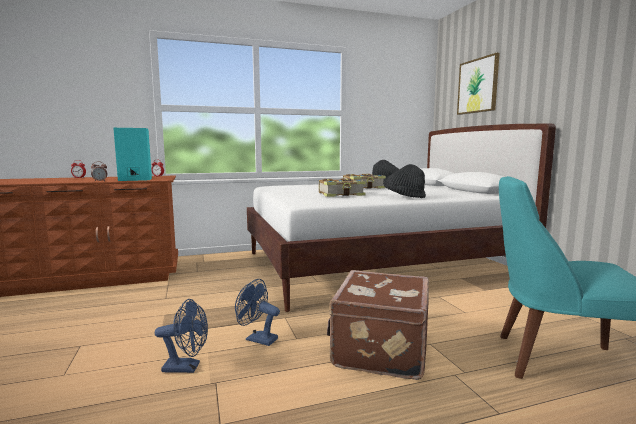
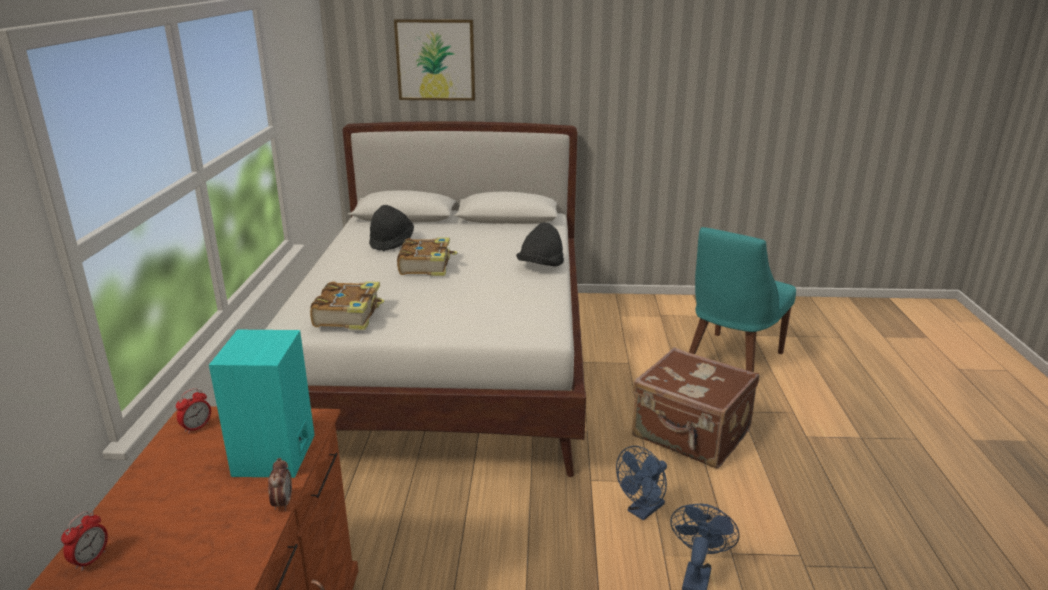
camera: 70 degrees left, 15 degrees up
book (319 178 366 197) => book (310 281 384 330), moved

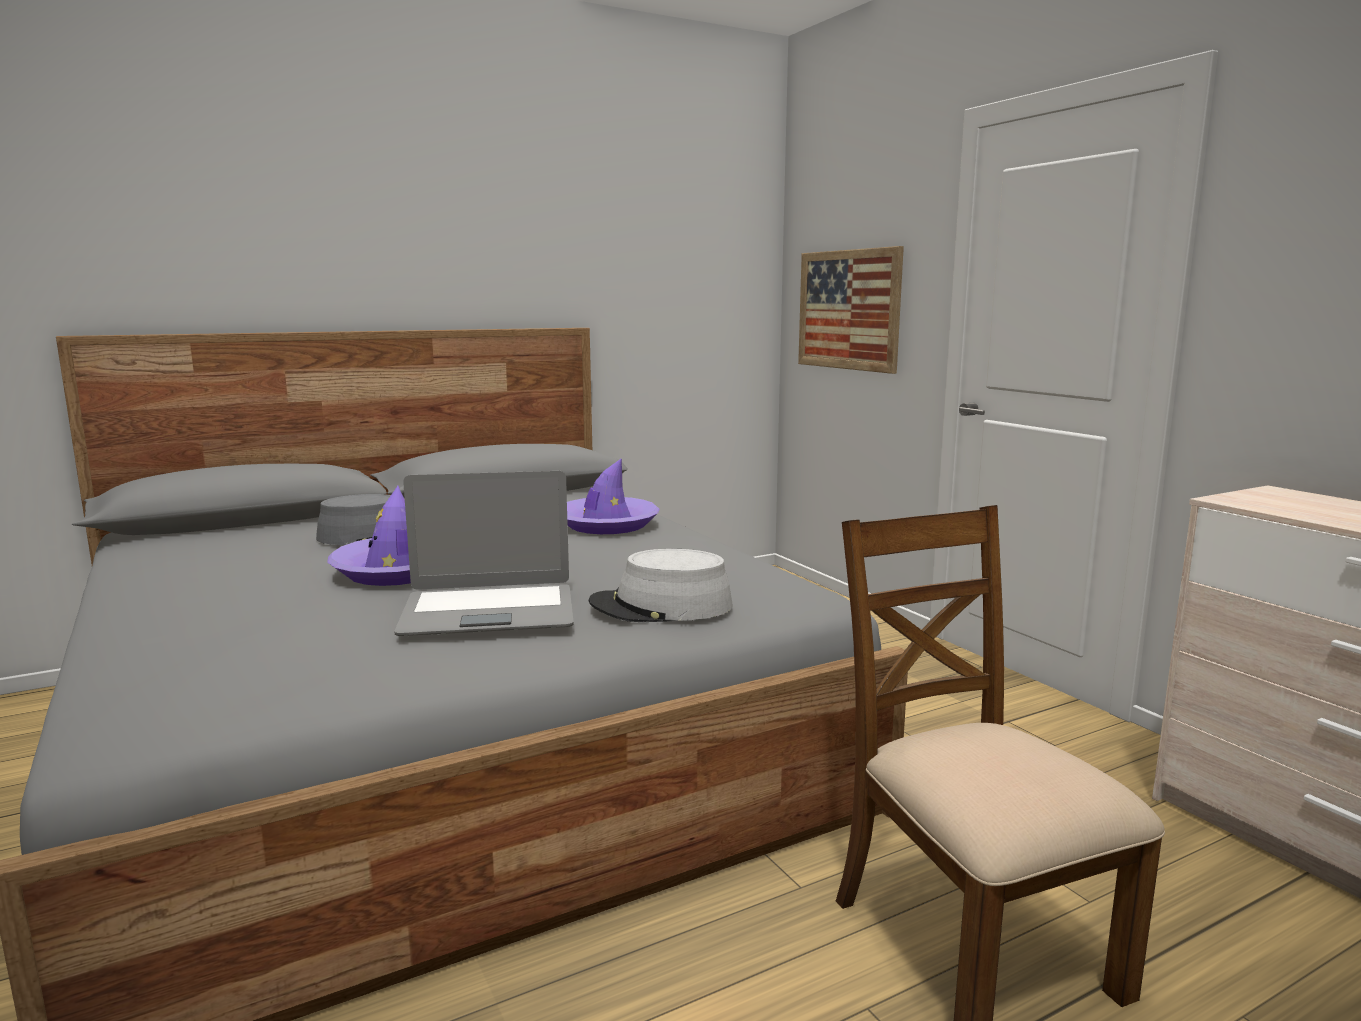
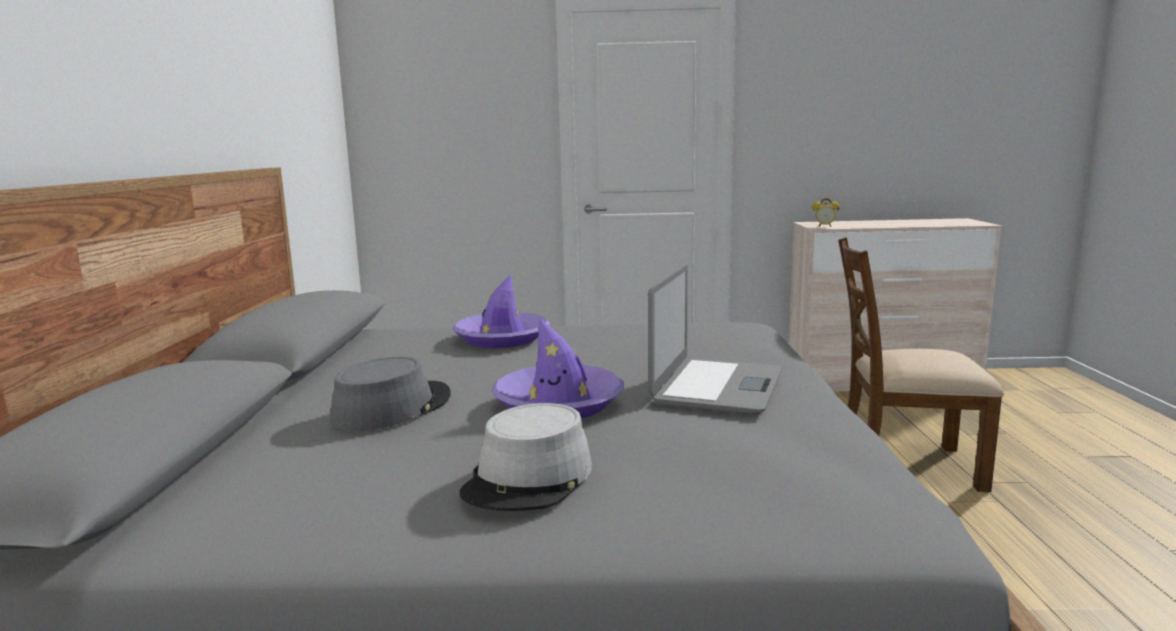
camera: 60 degrees left, 0 degrees up
wall picture (798 246 904 374) => nothing
nothing => table clock (812 198 840 227)
grey wearable hat (589 549 733 622) => grey wearable hat (460 403 592 511), moved

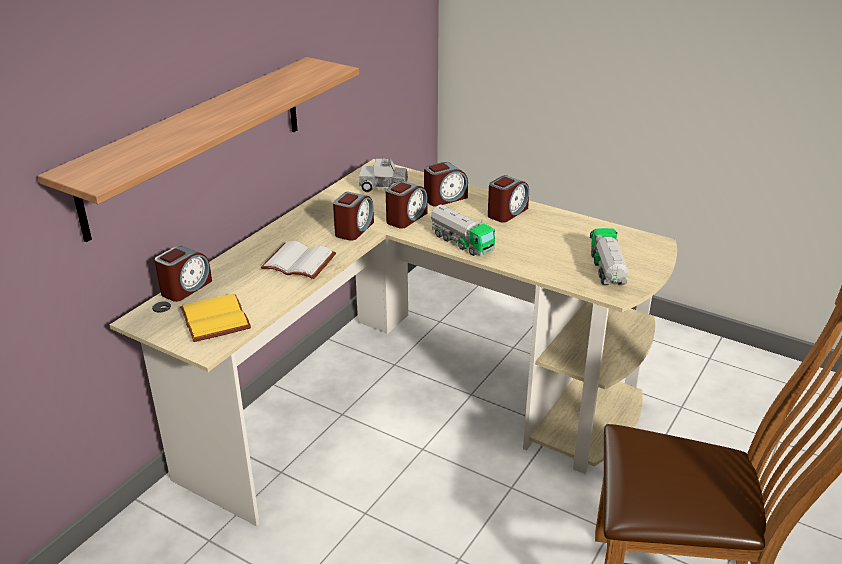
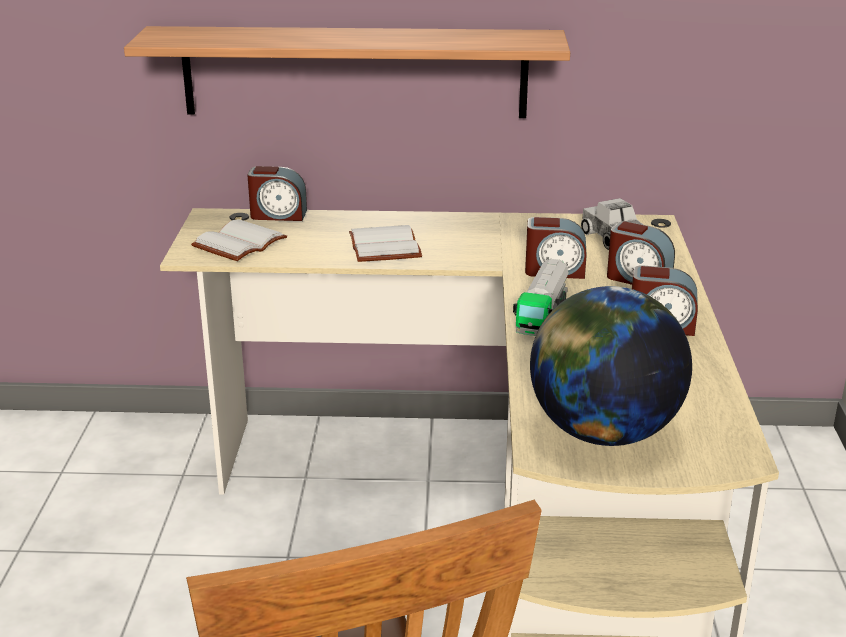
camera: 60 degrees right, 5 degrees down
table clock (333 192 374 241) => nothing
model truck (590 228 629 285) => desk globe (530 286 692 446)
yellowish book (180 294 251 342) => white book (191 219 287 261)

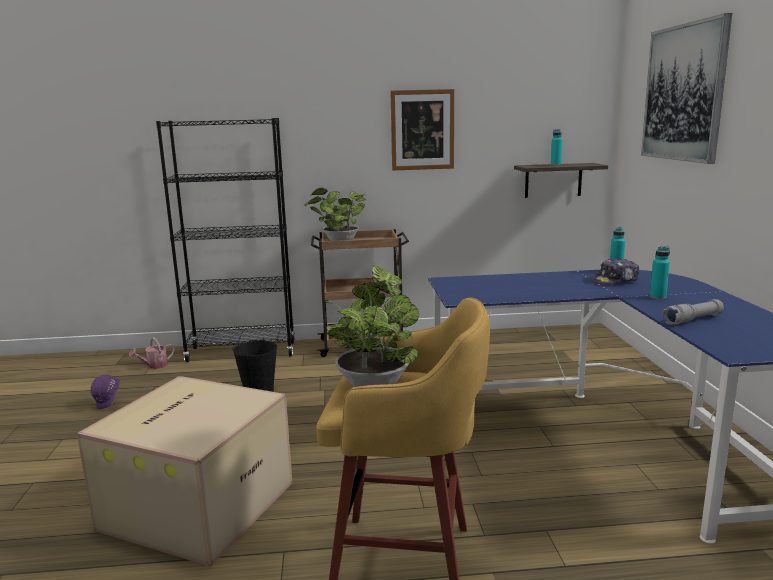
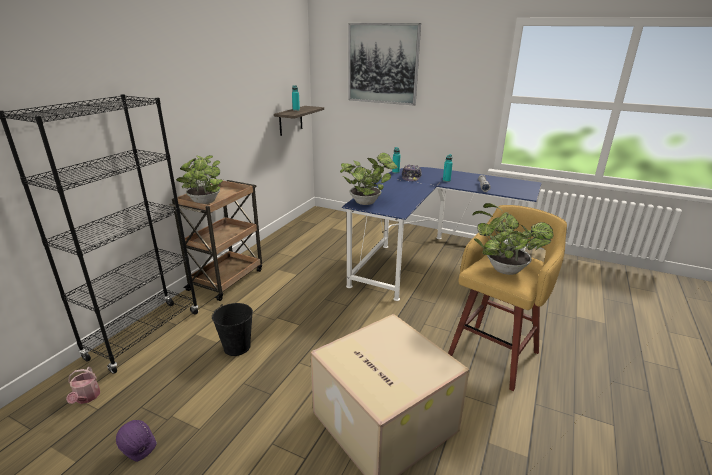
camera: 60 degrees left, 10 degrees up
wall picture (390 89 454 170) => nothing
nothing => potted plant (340 153 398 205)

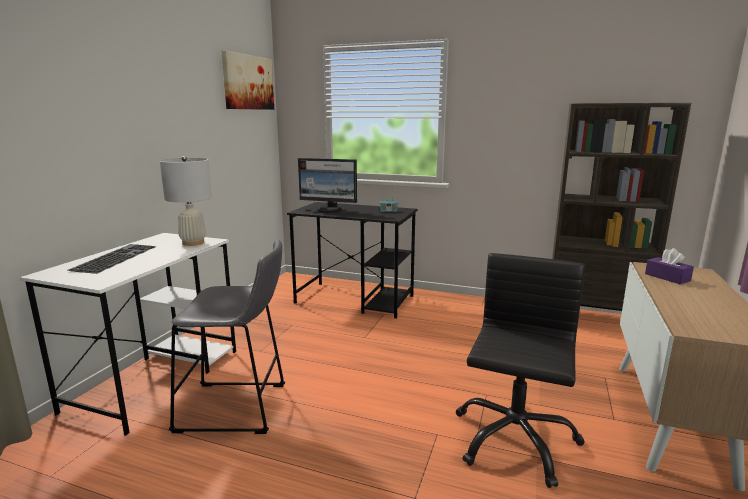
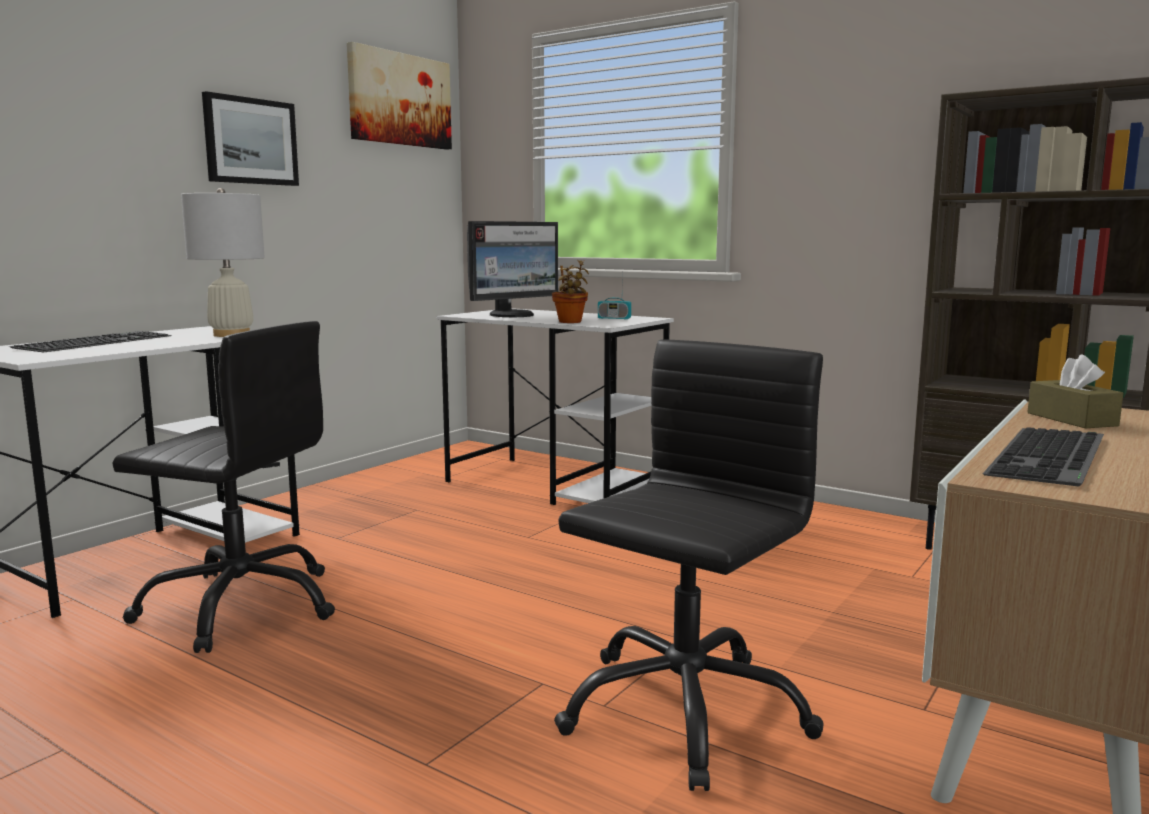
camera: 15 degrees right, 5 degrees down
nothing => wall picture (202 91 299 186)
nothing => potted plant (552 260 589 323)
nothing => computer keyboard (983 427 1104 486)
grey stool seat (169 240 285 434) => blackish desk chair (112 321 335 653)
blackish desk unit (287 202 417 319) => white desk unit (436 308 674 505)
purple-coloured tissue holder (645 248 694 284) => brown-coloured tissue holder (1027 354 1123 428)
monitor (298 158 357 213) => monitor (467 221 558 317), 75 degrees counterclockwise

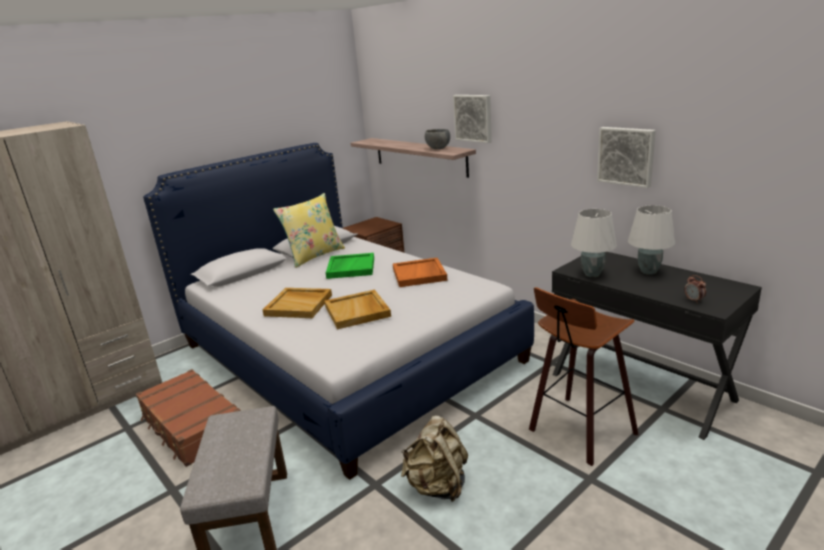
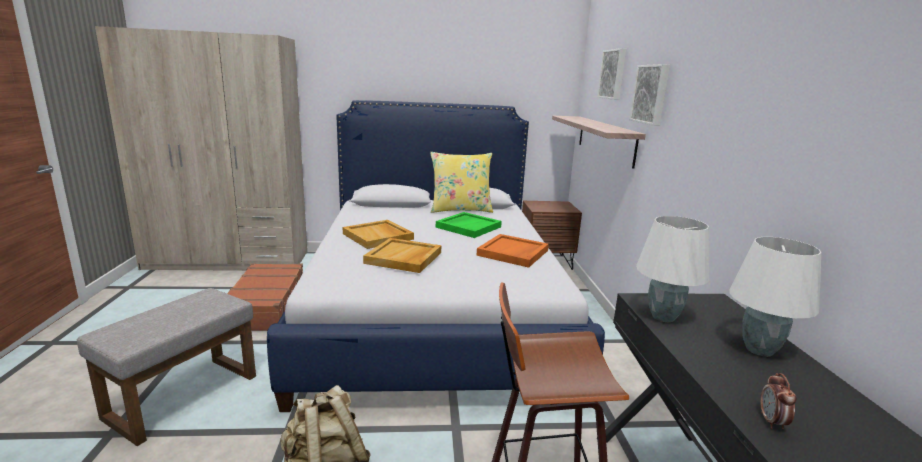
camera: 35 degrees right, 5 degrees down
grey serving bowl (425 129 450 149) => nothing
wall picture (597 127 656 188) => wall picture (597 48 626 100), moved

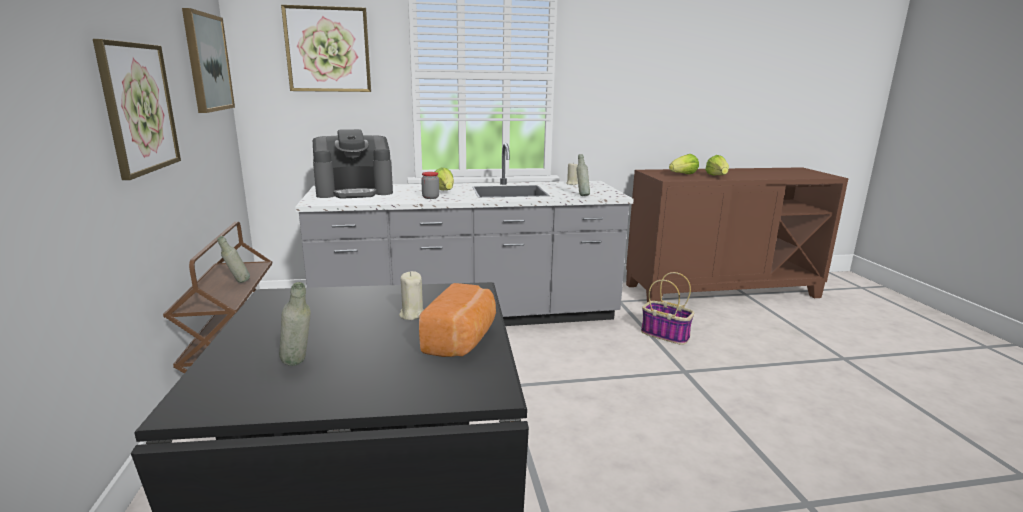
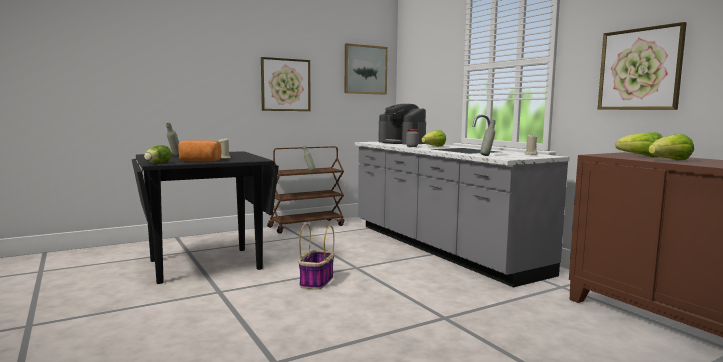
camera: 70 degrees right, 10 degrees down
nothing => lettuce (144 145 172 163)
wall picture (281 5 371 92) => wall picture (598 22 687 110), moved
basket (641 272 694 345) => basket (298 223 334 289), moved

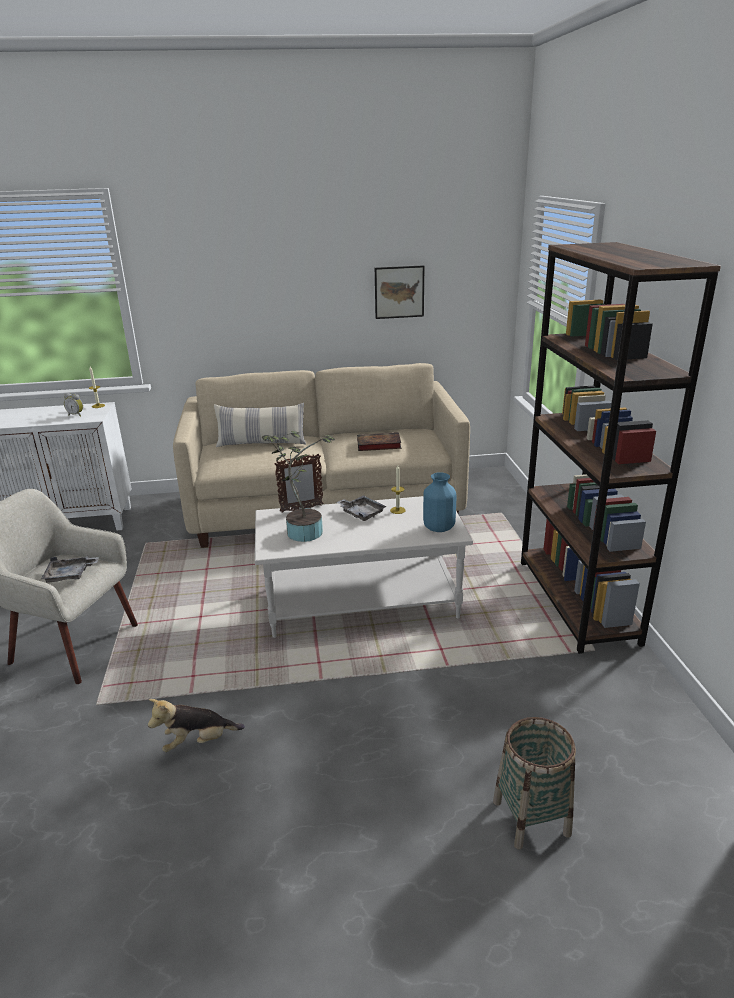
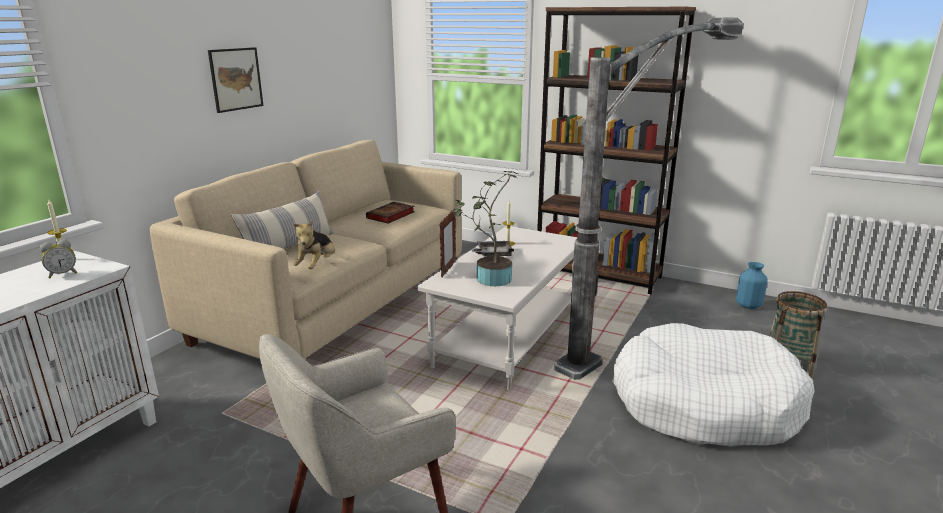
camera: 55 degrees left, 5 degrees down
grey tray (40 556 99 583) => nothing
nothing => standing lamp (554 18 743 380)
nothing => white pet bed (612 323 815 446)
cuddly toy (148 699 245 752) => cuddly toy (293 220 335 269), moved
wall picture (375 265 424 319) => wall picture (208 47 263 113), moved
blue flower vase (423 472 456 532) => blue flower vase (736 262 768 309), moved

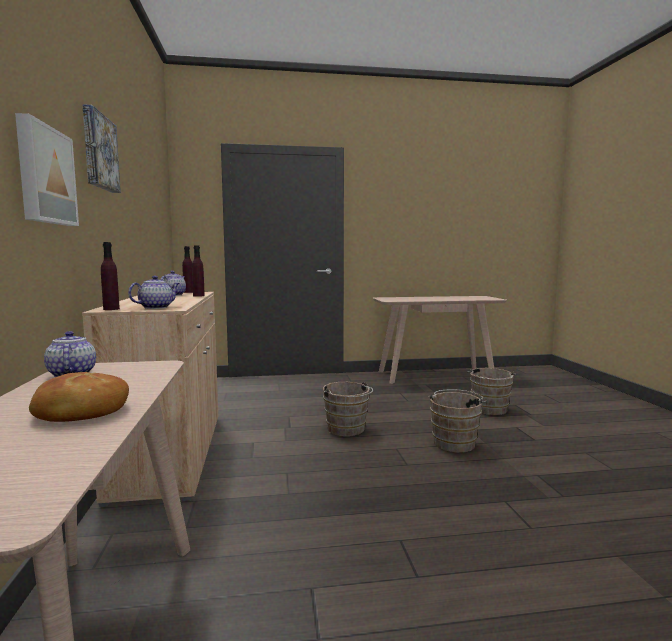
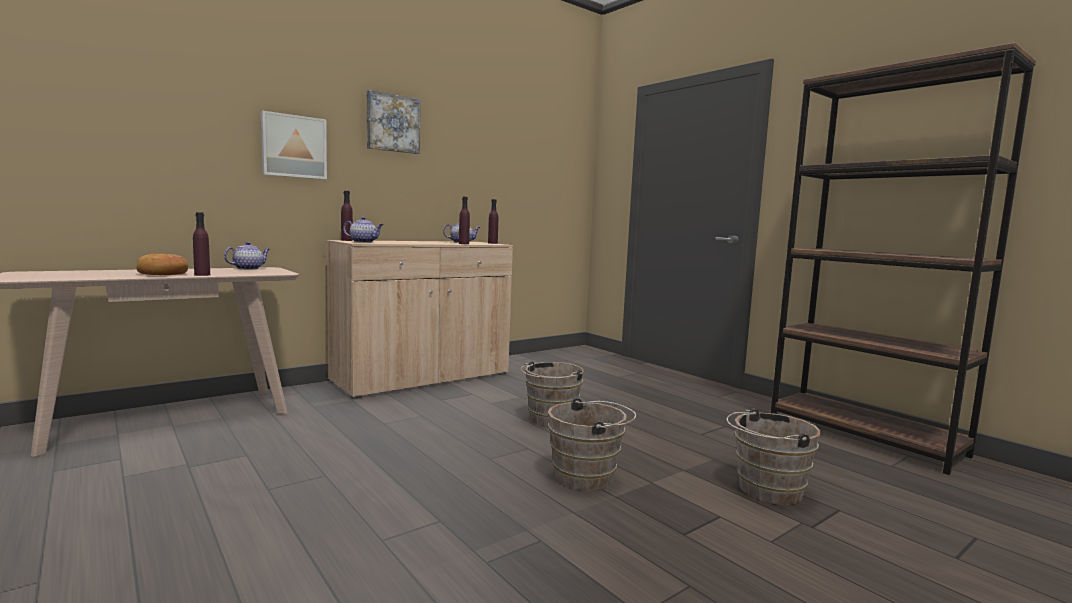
camera: 60 degrees right, 0 degrees up
nothing => purple-coloured drink bottle (193 212 210 276)
beige-coloured hall table (373 296 507 384) => brown-coloured bookshelf (771 42 1036 475)

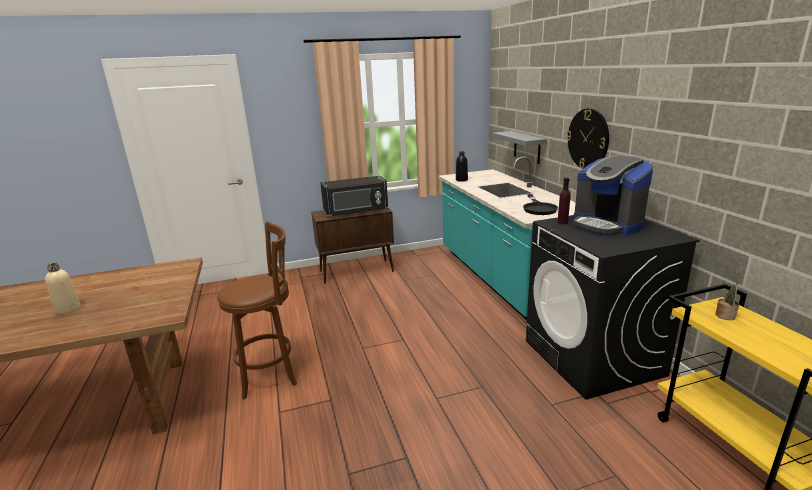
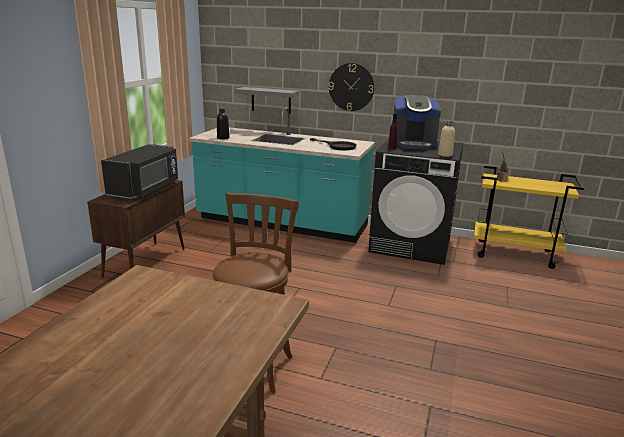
camera: 55 degrees left, 0 degrees up
beige-coloured drink bottle (45 263 81 315) => beige-coloured drink bottle (438 121 455 157), moved

